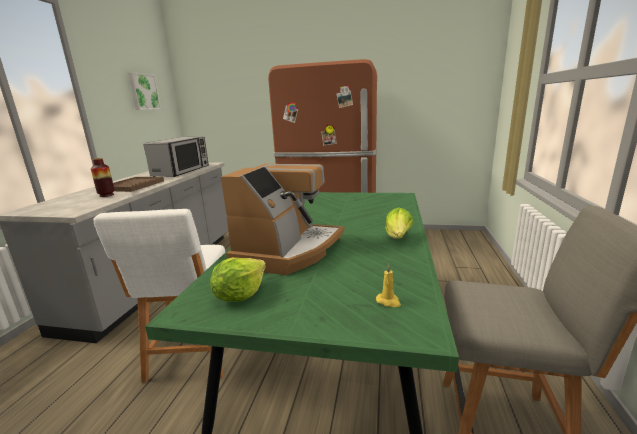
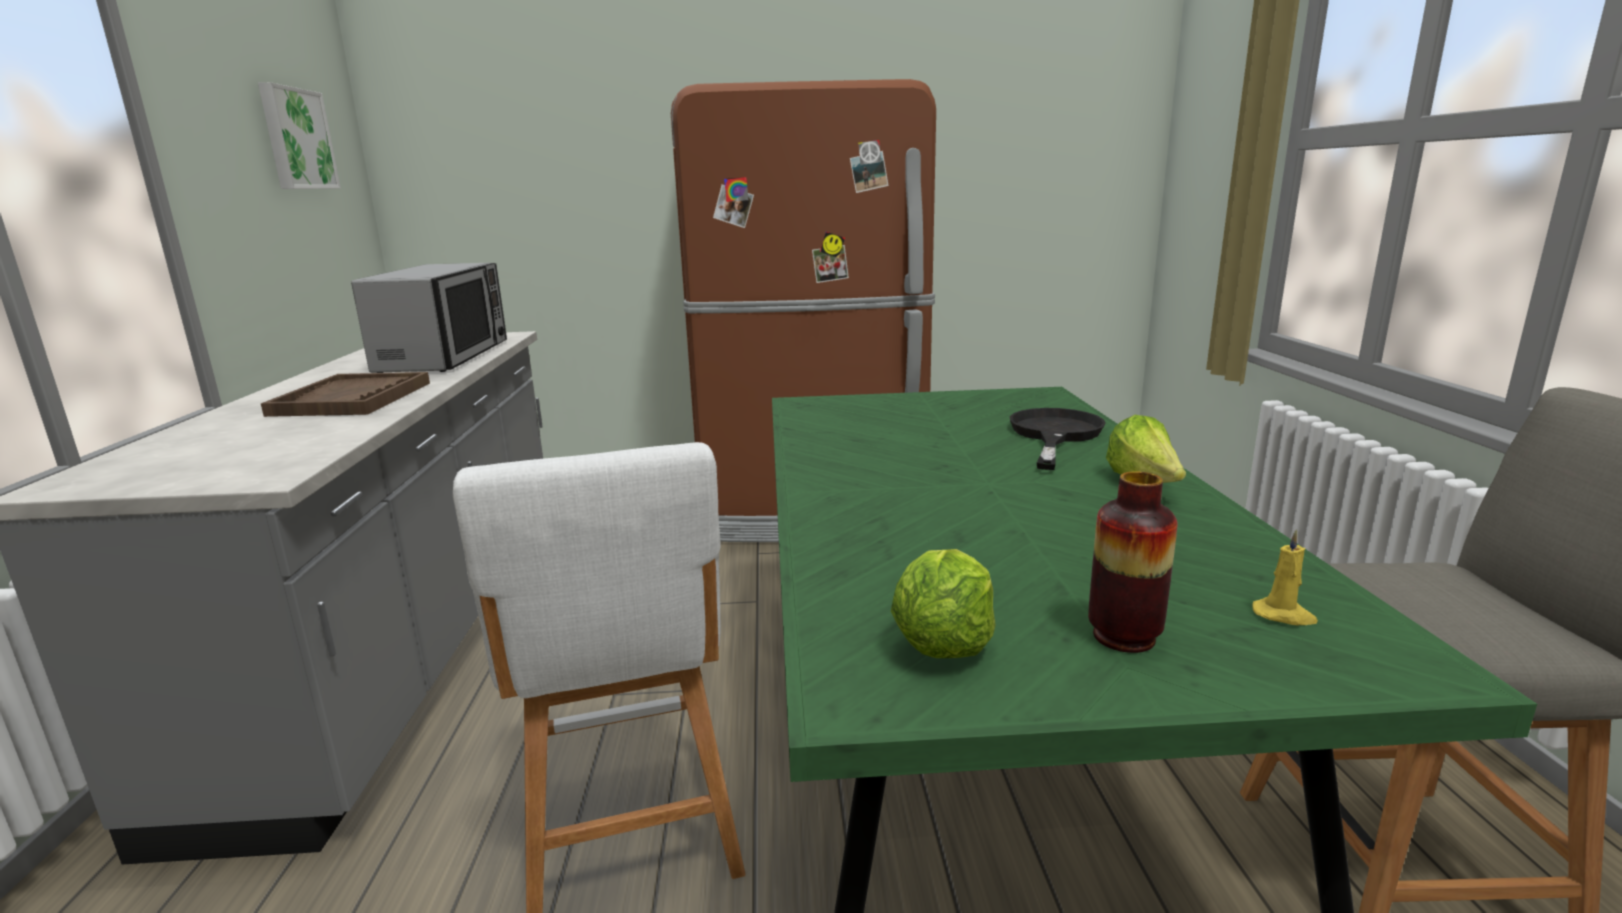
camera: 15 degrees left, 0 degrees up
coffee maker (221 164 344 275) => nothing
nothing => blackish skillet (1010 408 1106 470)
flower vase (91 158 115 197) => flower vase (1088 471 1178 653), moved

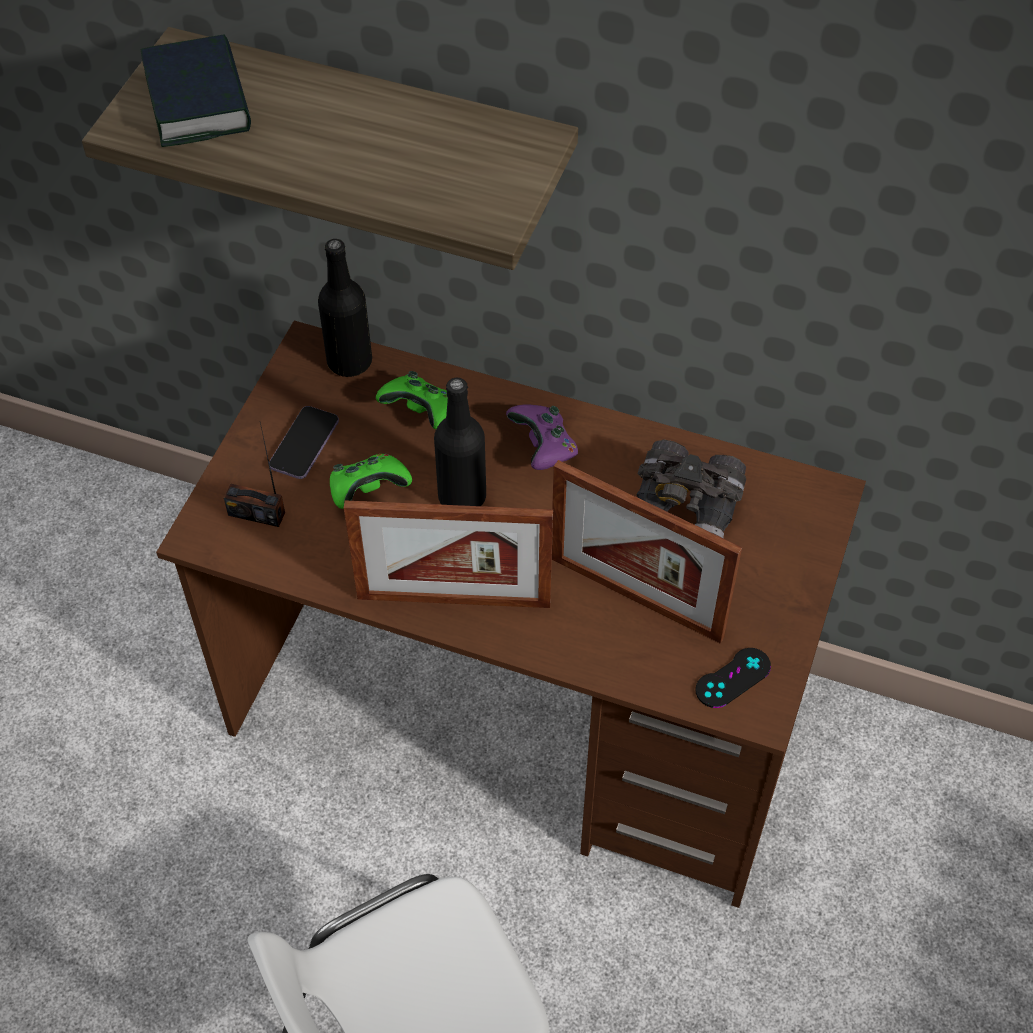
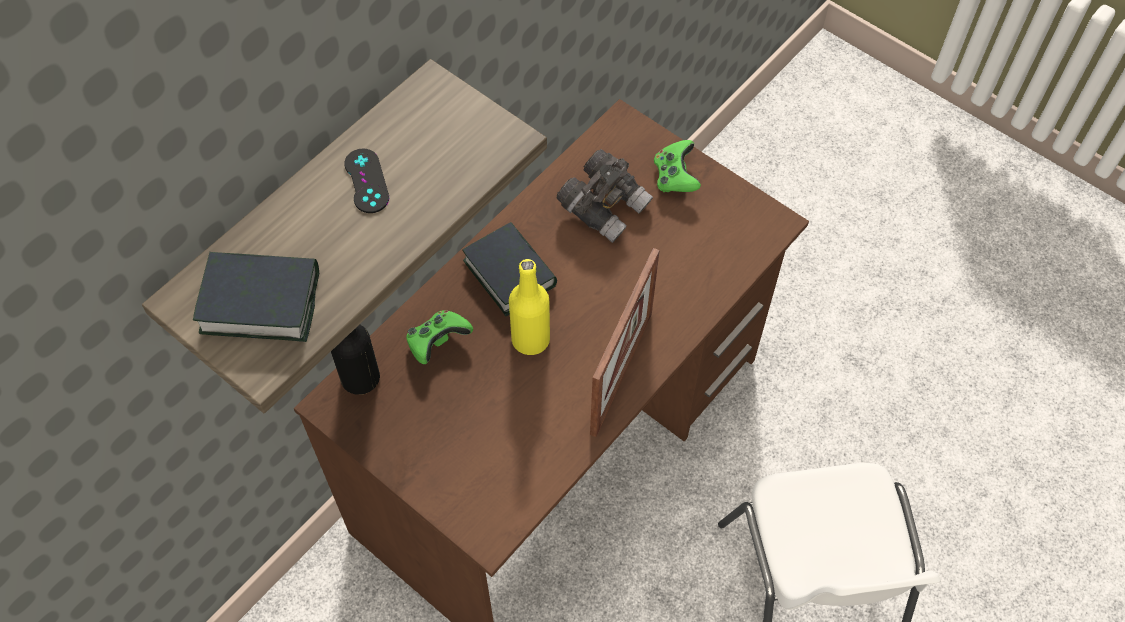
camera: 70 degrees left, 5 degrees up
radio receiver (224 422 285 527) => nothing
handset (269 406 339 479) => nothing
standing frame (552 460 742 643) => nothing
greenish joypad (330 454 412 509) => greenish joypad (654 140 701 192), moved
blackish joypad (695 648 771 708) => blackish joypad (344 149 389 213), moved
purple-coloured joypad (506 405 578 470) => book (462 222 557 316)
blackish drink bottle (434 378 486 506) => yellowish drink bottle (509 259 550 355)

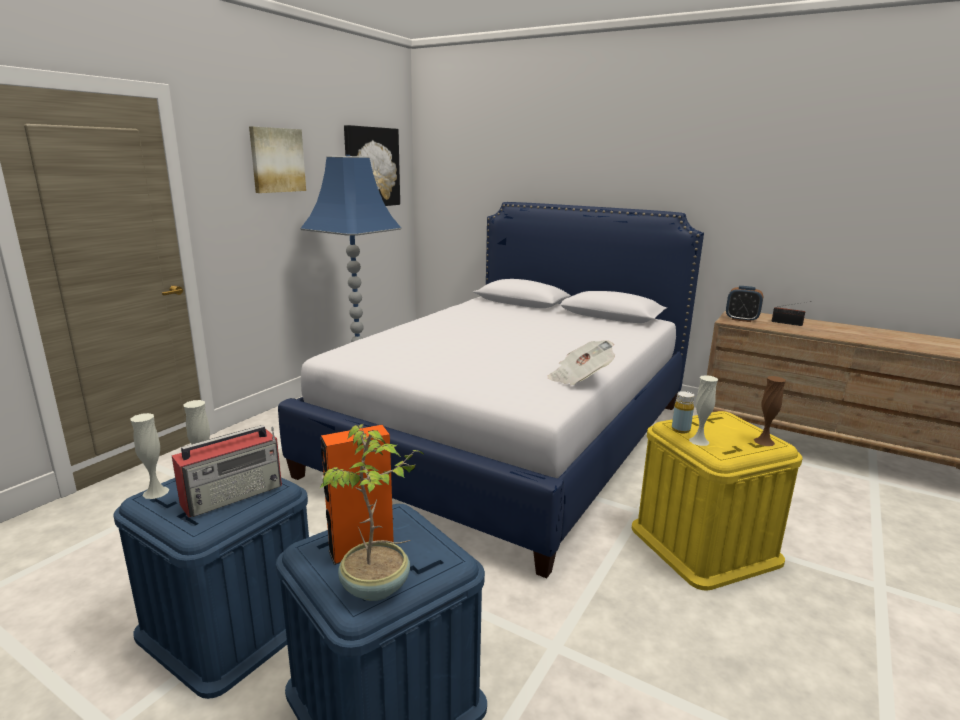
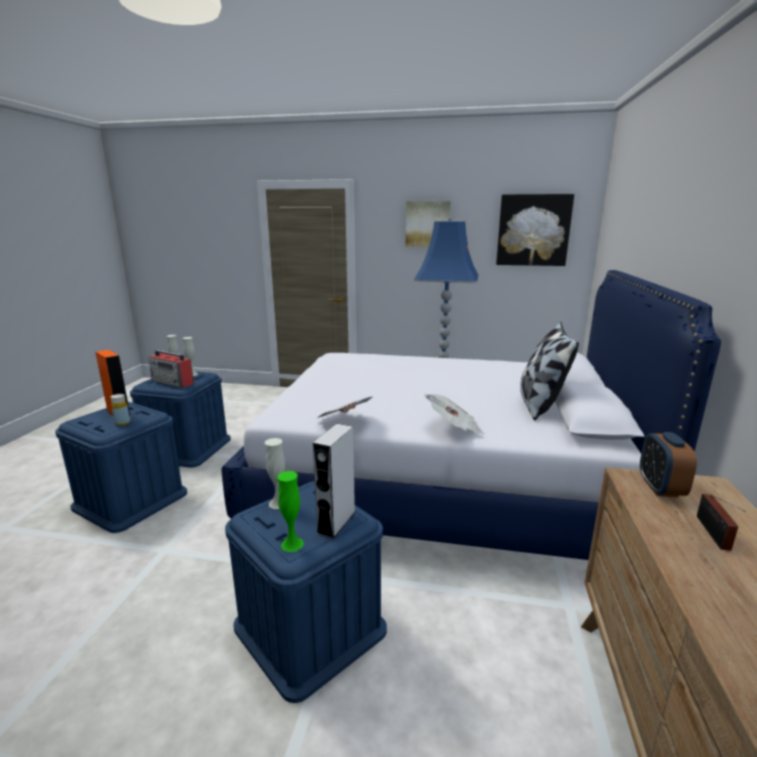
camera: 70 degrees right, 0 degrees up
potted plant (320 424 424 601) => nothing
nothing => grey loudspeaker (313 424 355 539)
nothing => printed paper (424 394 484 434)
nothing => pillow (520 321 579 421)
yellowish drink bottle (672 391 694 434) => yellowish drink bottle (111 394 130 426), moved
yellowish storage bin (632 411 803 591) => blue storage bin (225 481 387 703)
brown-coloured flower vase (754 376 786 446) => greenish flower vase (277 471 304 552)

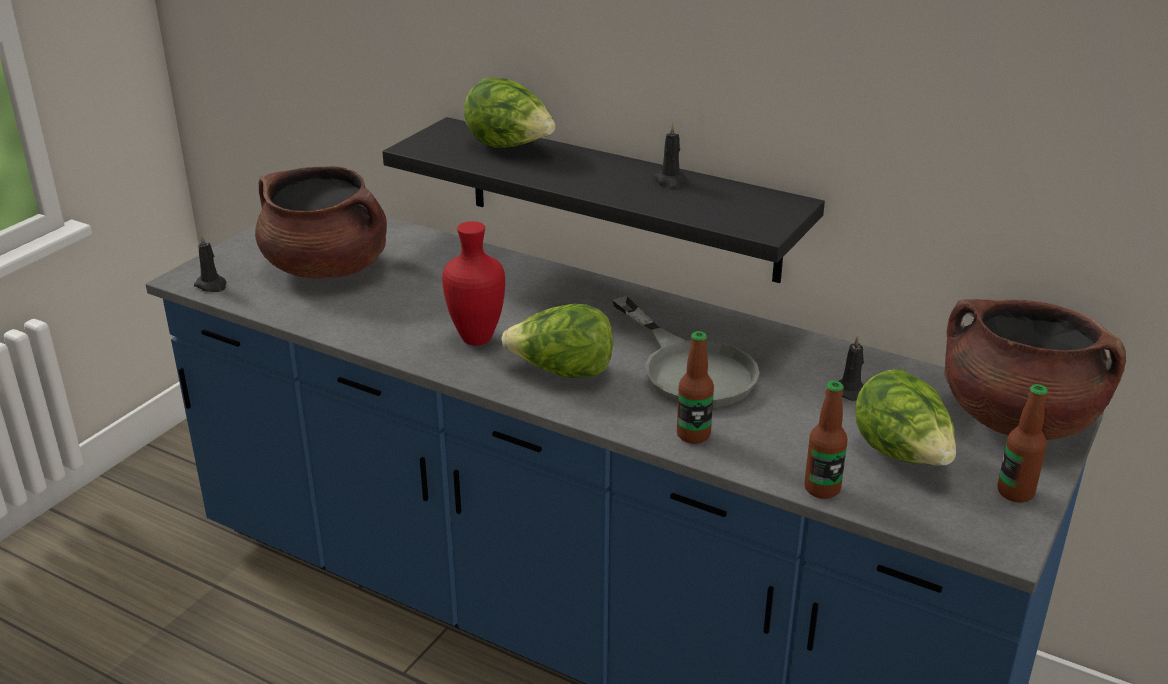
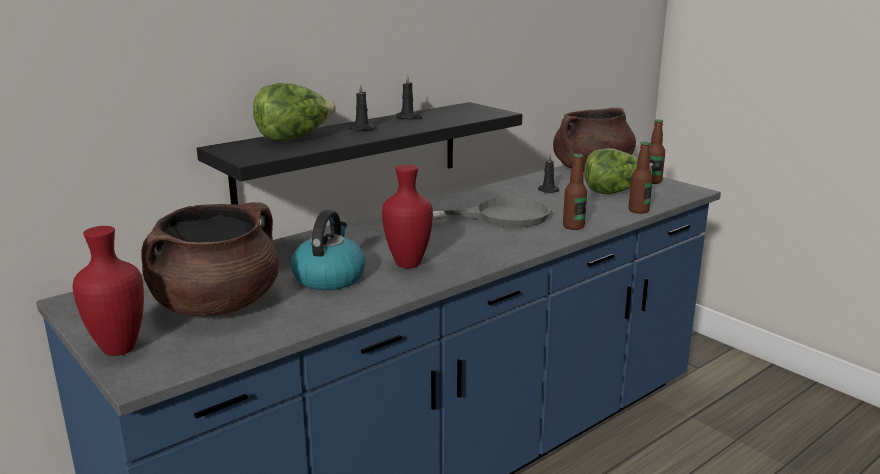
camera: 70 degrees left, 10 degrees down
lettuce (501 304 614 378) => nothing
nothing => red flower vase (72 226 144 356)
nothing => kettle (291 210 366 290)
blackish wax light (194 234 226 292) => blackish wax light (349 83 377 132), moved

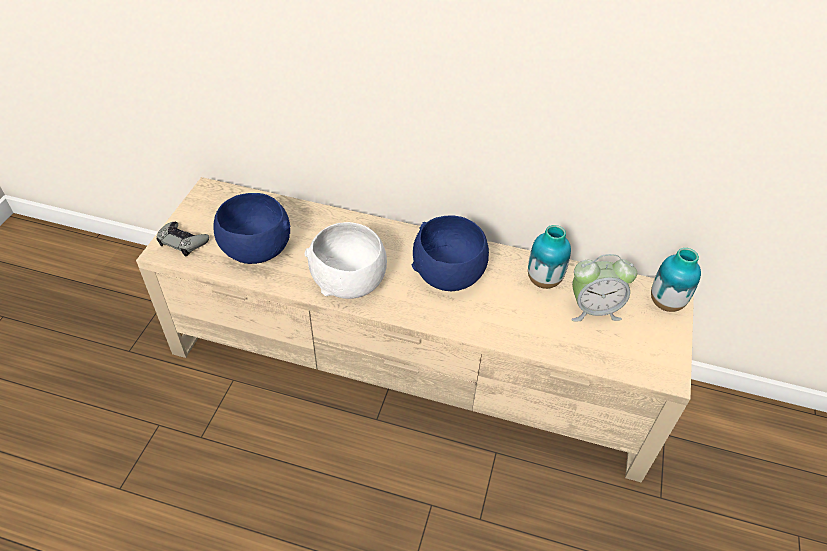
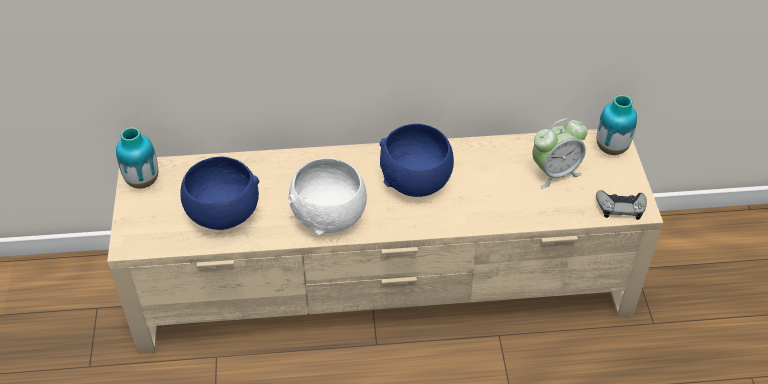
camera: 20 degrees left, 0 degrees up
grey joypad (156 222 209 256) => grey joypad (596 190 647 220), moved
flower vase (528 225 571 289) => flower vase (116 127 158 189), moved

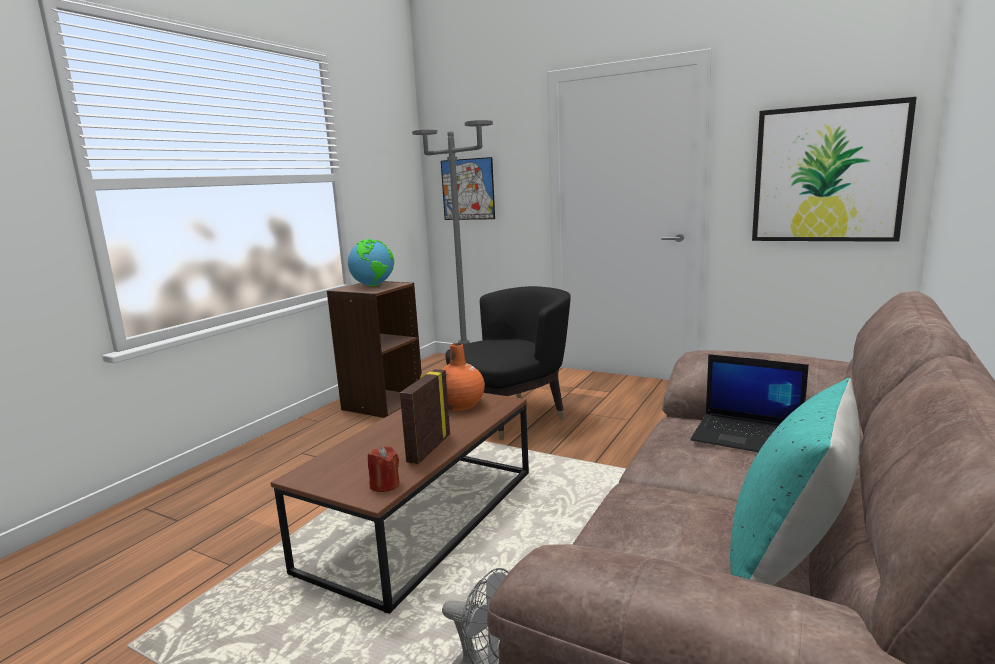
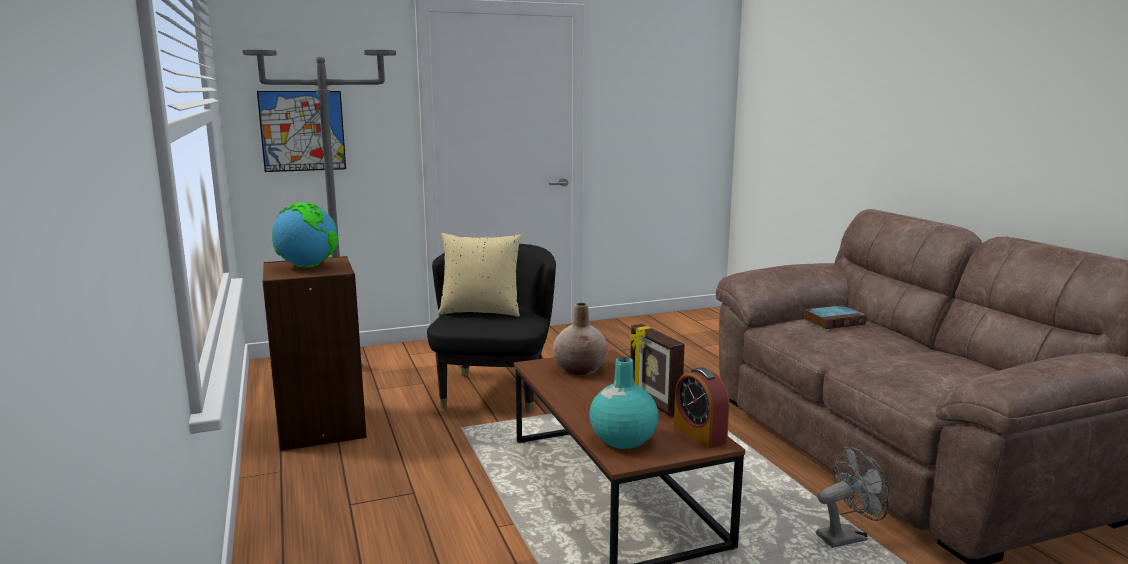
camera: 50 degrees left, 0 degrees up
turquoise pillow (730 378 860 585) => nothing
wall picture (752 97 917 242) => nothing
nothing => beige-coloured pillow (438 233 522 317)
nothing => turquoise flower vase (589 357 659 449)
red wax light (368 446 399 492) => table clock (674 367 729 448)
portable computer (690 354 809 452) => book (804 305 867 329)
orange flower vase (441 343 485 411) => beige-coloured flower vase (553 303 608 375)

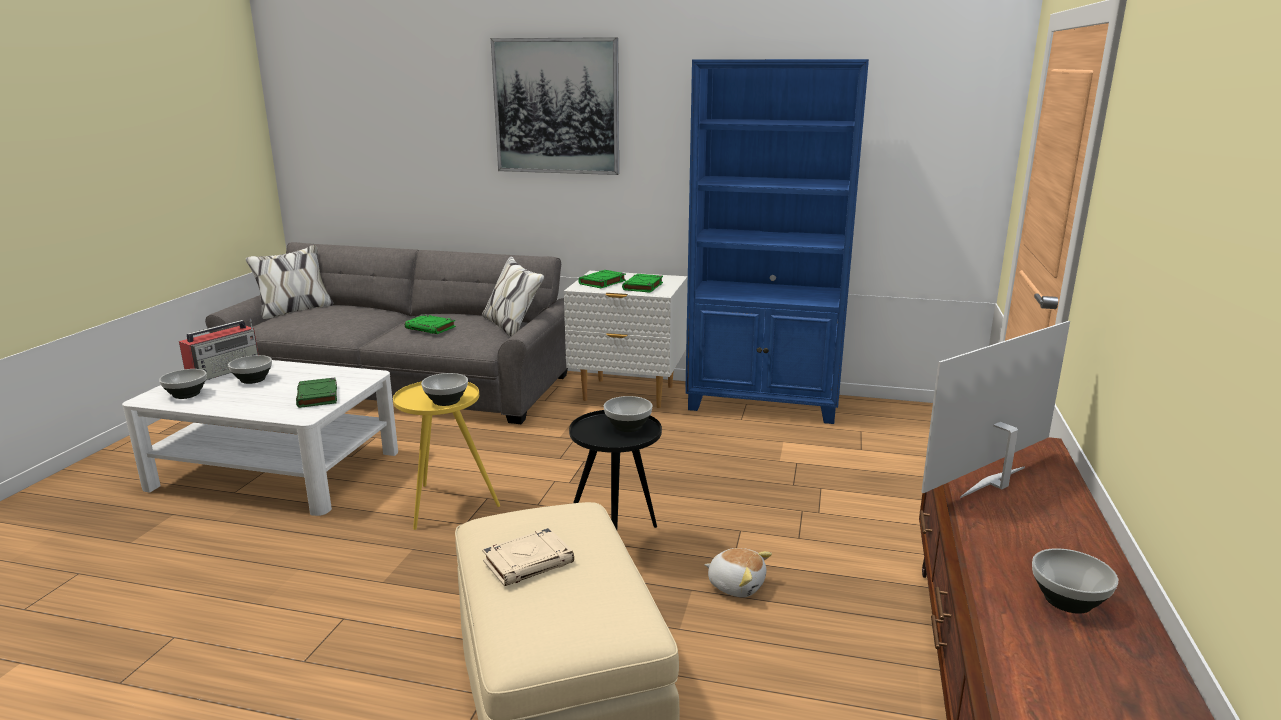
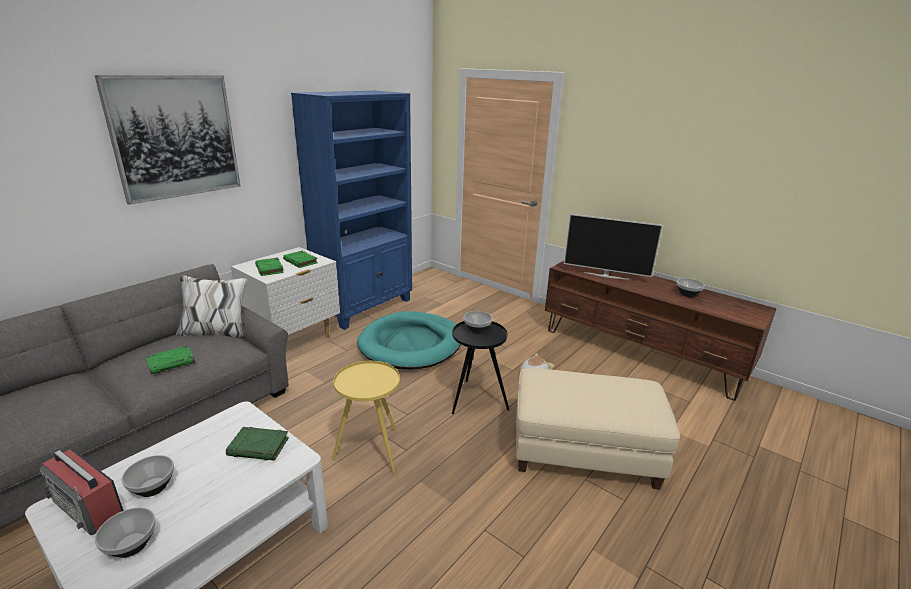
camera: 65 degrees left, 5 degrees up
serving bowl (421 373 468 406) => nothing
beige-coloured book (482 528 574 586) => nothing
nothing => turquoise pet bed (357 311 461 369)
radio receiver (179 319 259 380) => radio receiver (39 449 124 535), 150 degrees clockwise
TV set (921 321 1070 498) => TV set (564 214 663 280), 60 degrees counterclockwise

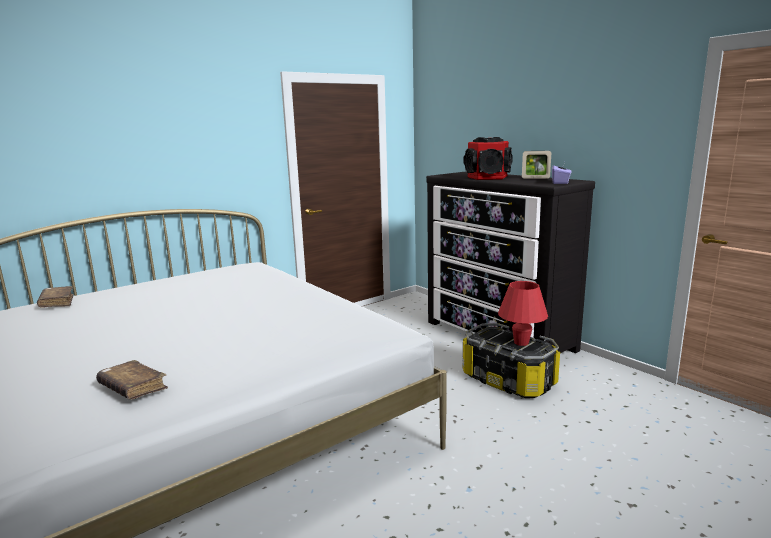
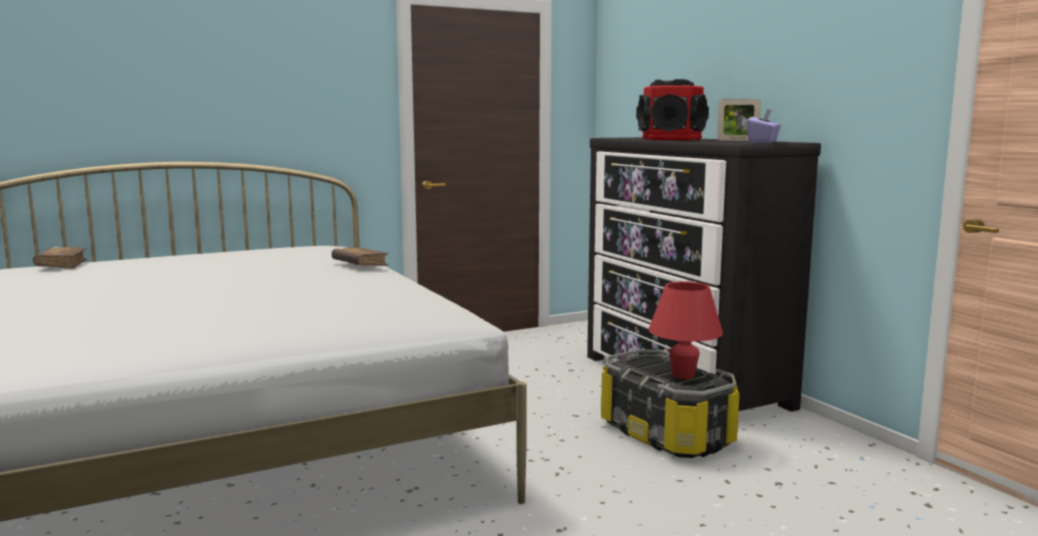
camera: 10 degrees right, 5 degrees down
brown-coloured book (96 360 168 400) => brown-coloured book (332 247 389 266), moved

